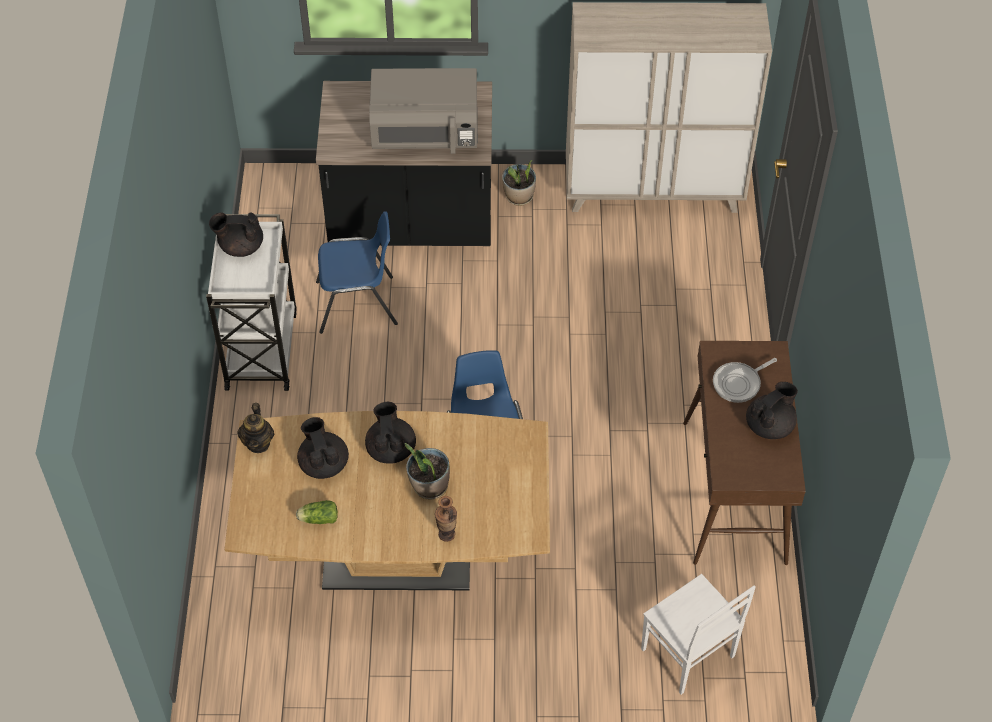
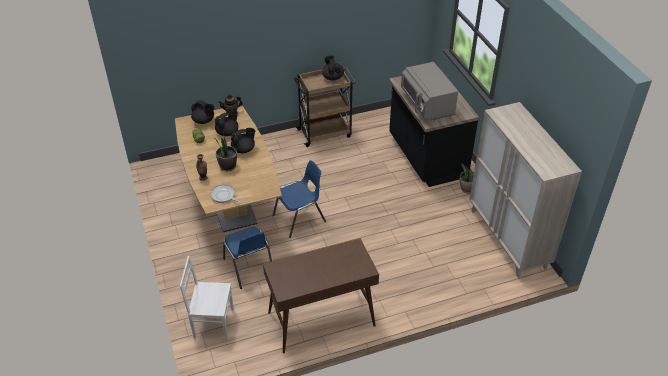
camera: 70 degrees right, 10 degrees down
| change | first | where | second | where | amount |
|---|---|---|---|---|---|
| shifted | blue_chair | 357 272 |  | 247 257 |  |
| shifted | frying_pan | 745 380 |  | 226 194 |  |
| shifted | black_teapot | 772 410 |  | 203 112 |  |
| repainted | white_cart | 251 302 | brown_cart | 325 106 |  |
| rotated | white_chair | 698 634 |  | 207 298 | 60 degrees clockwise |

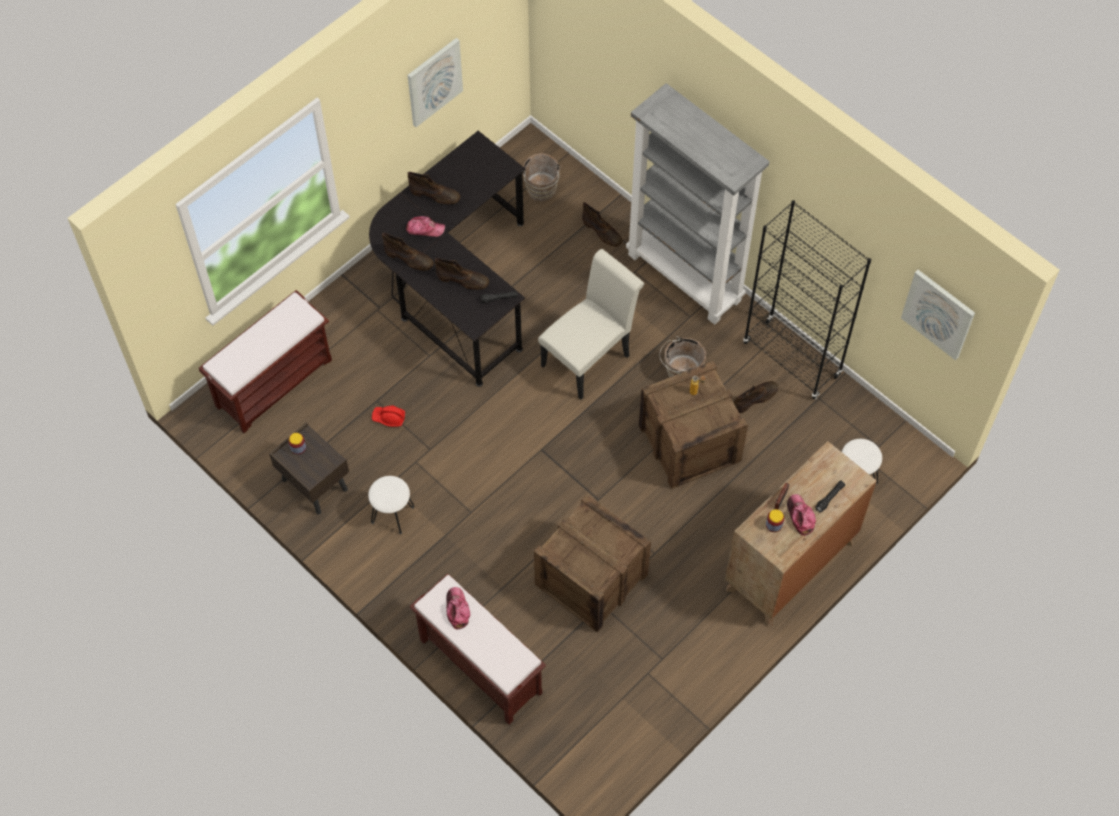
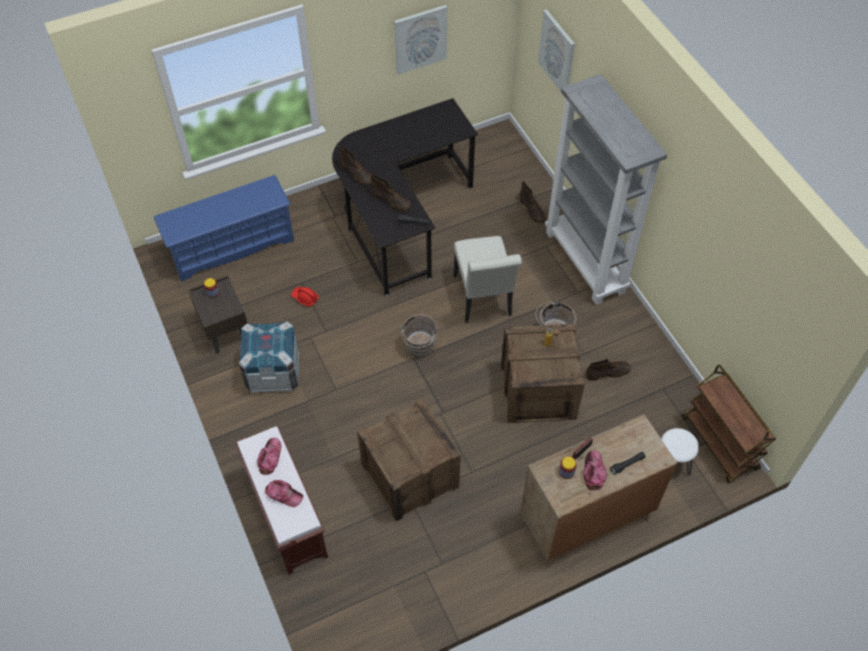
camera: 20 degrees right, 5 degrees down
| change | first | where | second | where | amount |
|---|---|---|---|---|---|
| gone | brown_boot | 434 188 |  |  |  |
| gone | black_bookcase | 807 300 |  |  |  |
| new |  |  | brown_cart | 729 424 |  |
| shifted | cap | 425 226 |  | 284 493 |  |
| shifted | brown_bucket | 542 177 |  | 419 336 |  |
| shifted | picture | 938 315 |  | 556 52 |  |
| swapped | brown_bench | 265 361 | blue_shoe_rack | 224 228 |  |
| swapped | white_stool | 391 505 | crate | 269 357 |  |
| rotated | white_chair | 591 324 |  | 487 279 | 105 degrees clockwise |

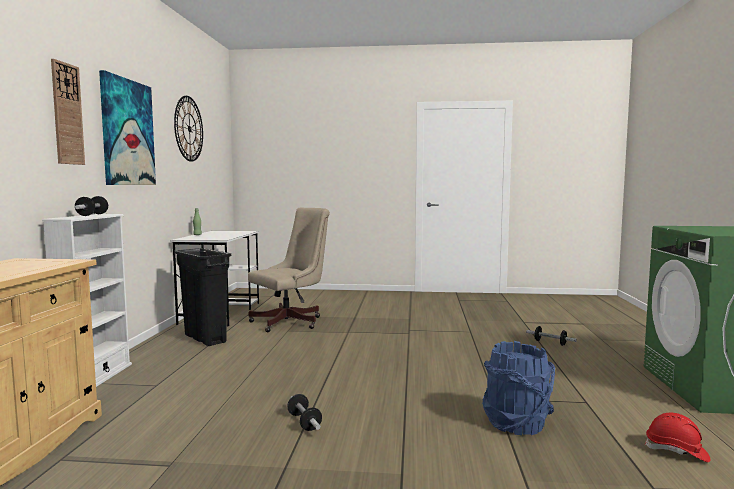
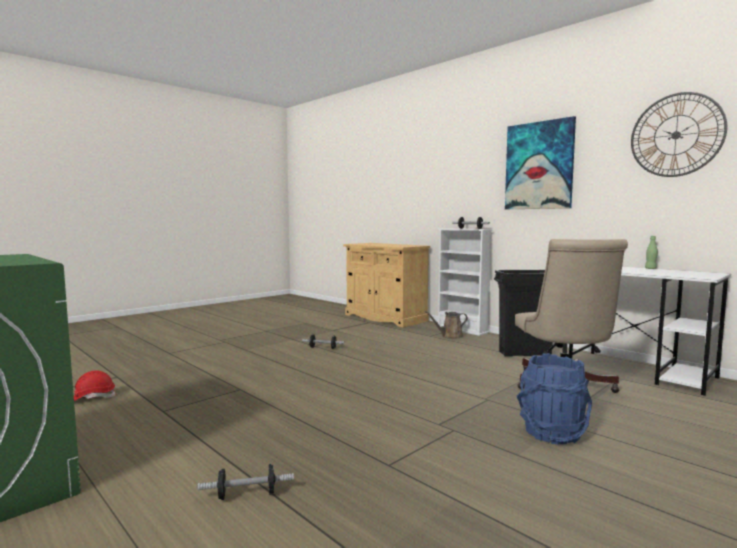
camera: 130 degrees right, 0 degrees up
| change | first | where | second | where | amount |
|---|---|---|---|---|---|
| gone | wall_clock | 68 112 |  |  |  |
| new |  |  | brown_watering_can | 446 324 |  |
| shifted | blue_bucket | 518 388 |  | 554 398 |  |

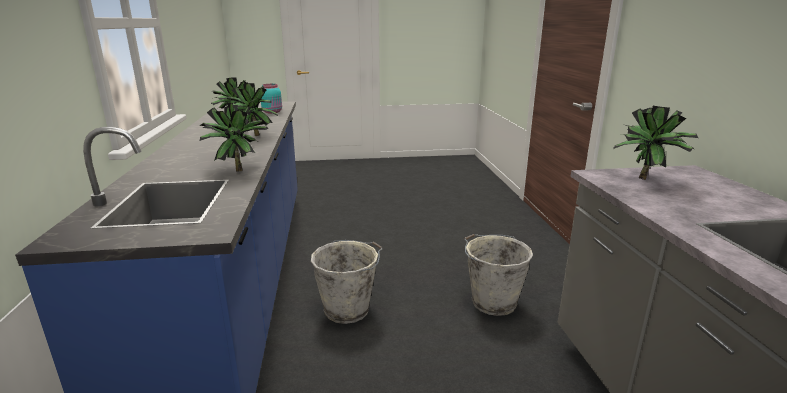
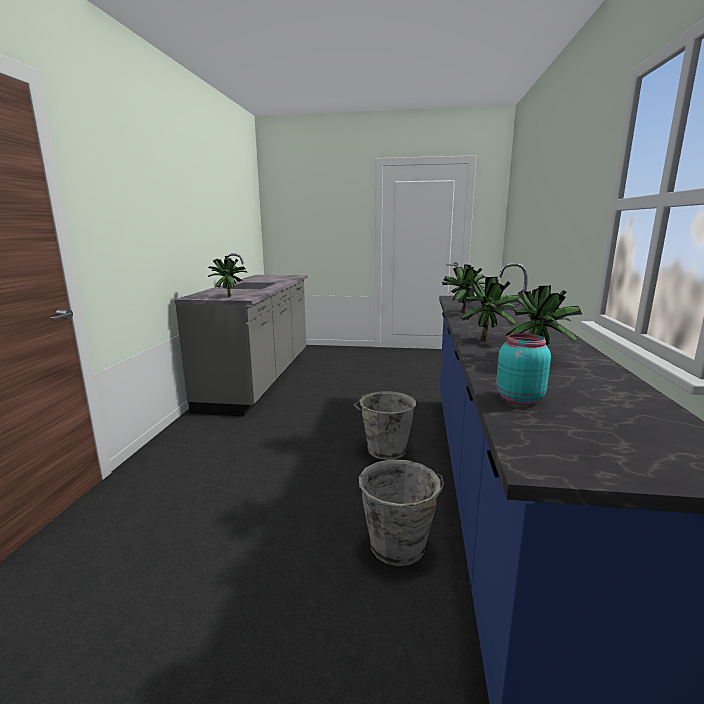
camera: 165 degrees left, 5 degrees down
| change | first | where | second | where | amount |
|---|---|---|---|---|---|
| shifted | grey_bucket | 498 275 |  | 401 512 |  |

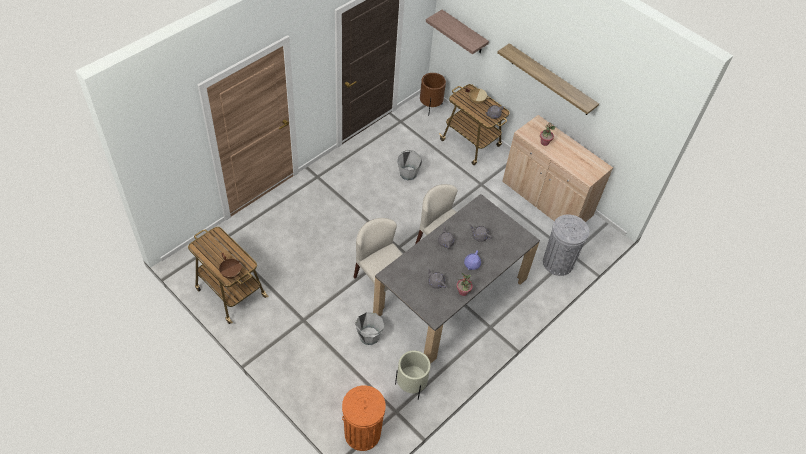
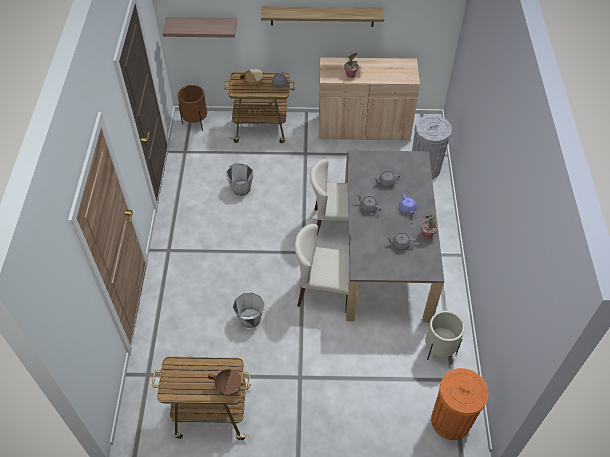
camera: 40 degrees left, 0 degrees up
| change | first | where | second | where | amount |
|---|---|---|---|---|---|
| shifted | grey_bucket | 370 328 |  | 249 310 |  |

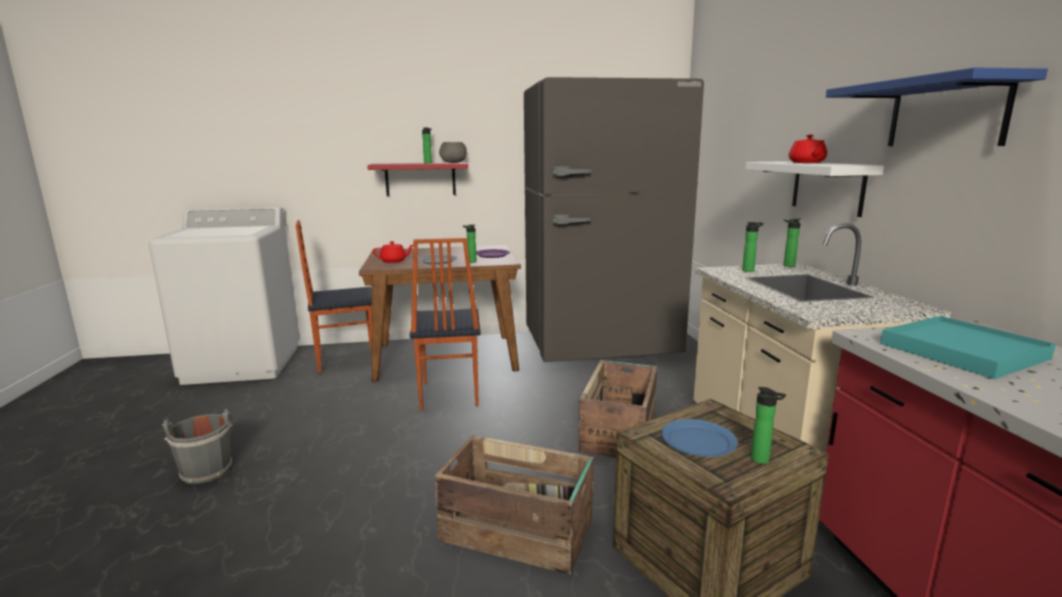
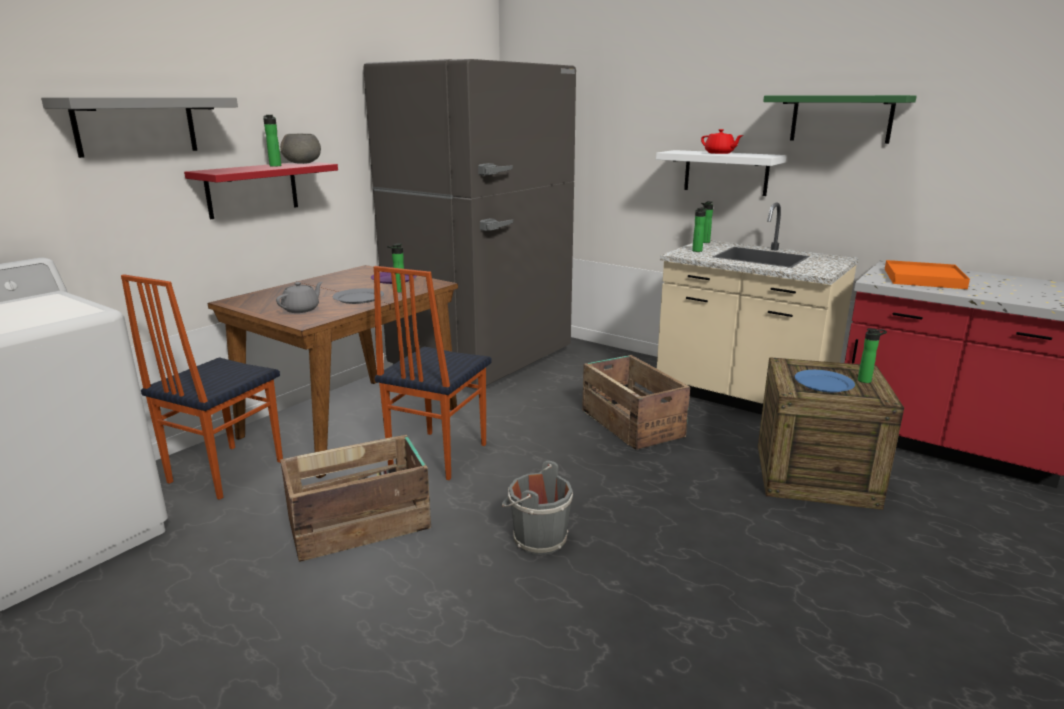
camera: 45 degrees left, 5 degrees up
| change | first | where | second | where | amount |
|---|---|---|---|---|---|
| new |  |  | grey_shelf | 139 127 |  |
| shifted | grey_bucket | 197 446 |  | 537 508 |  |
| shifted | crate | 514 505 |  | 355 498 |  |
| repainted | red_teapot | 393 252 | grey_teapot | 299 297 |  |
| repainted | blue_shelf | 937 107 | green_shelf | 840 119 |  |
| repainted | turquoise_tray | 968 347 | orange_tray | 927 274 |  |
| rotated | chair | 445 324 |  | 432 373 | 75 degrees clockwise |

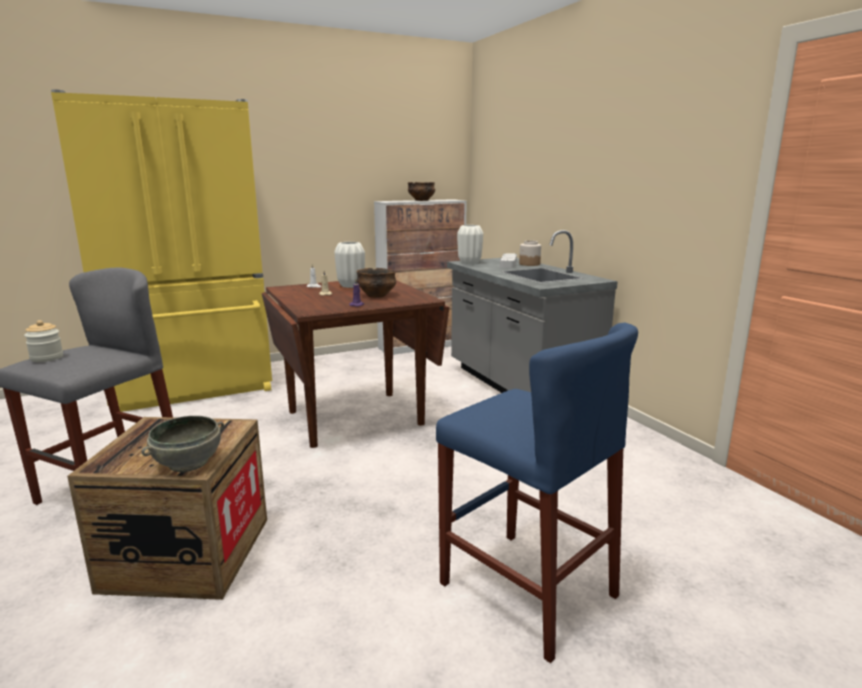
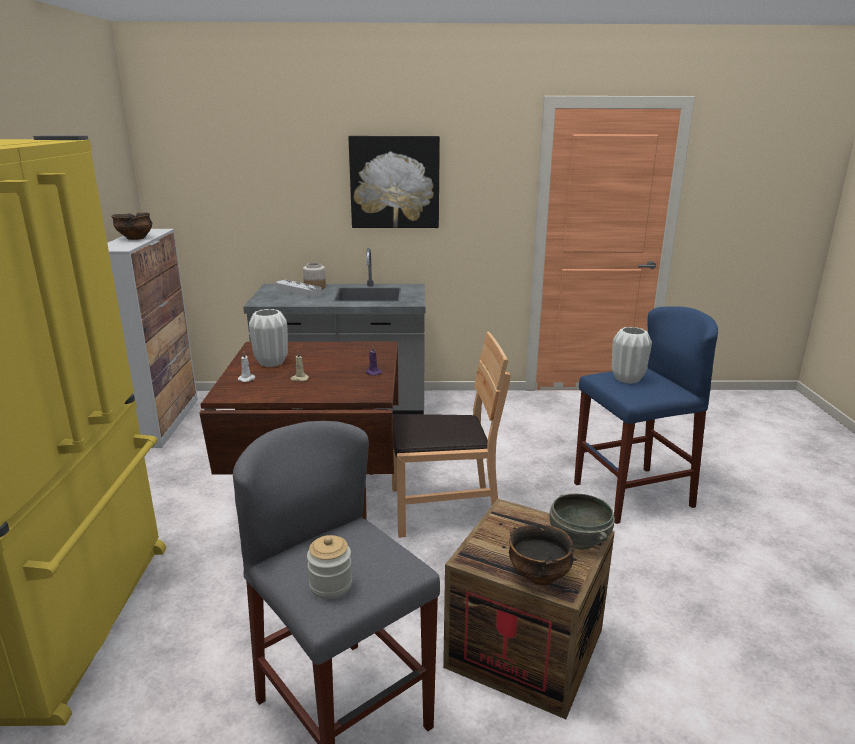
camera: 65 degrees left, 5 degrees up
| change | first | where | second | where | amount |
|---|---|---|---|---|---|
| new |  |  | picture | 394 182 |  |
| new |  |  | brown_chair | 451 435 |  |
| shifted | bowl | 376 283 |  | 541 554 |  |
| shifted | white_vase | 470 244 |  | 632 355 |  |

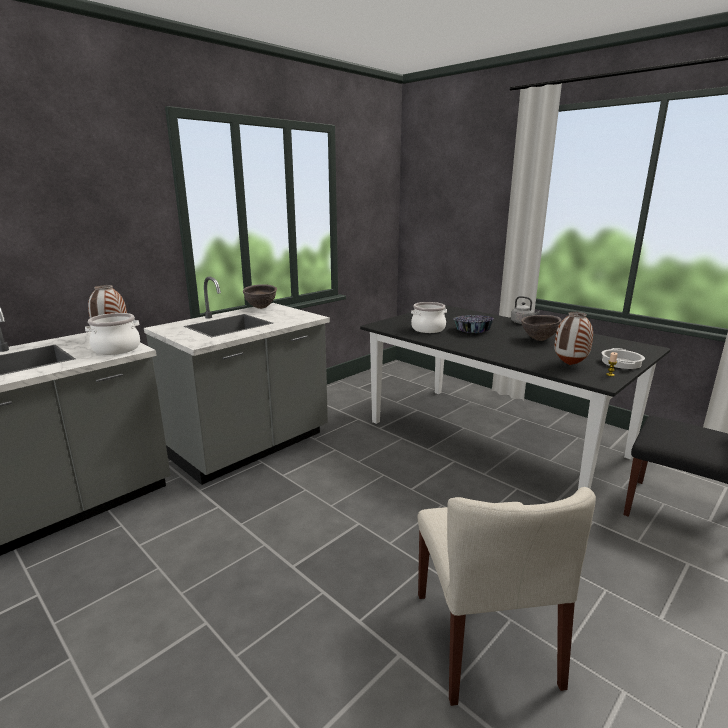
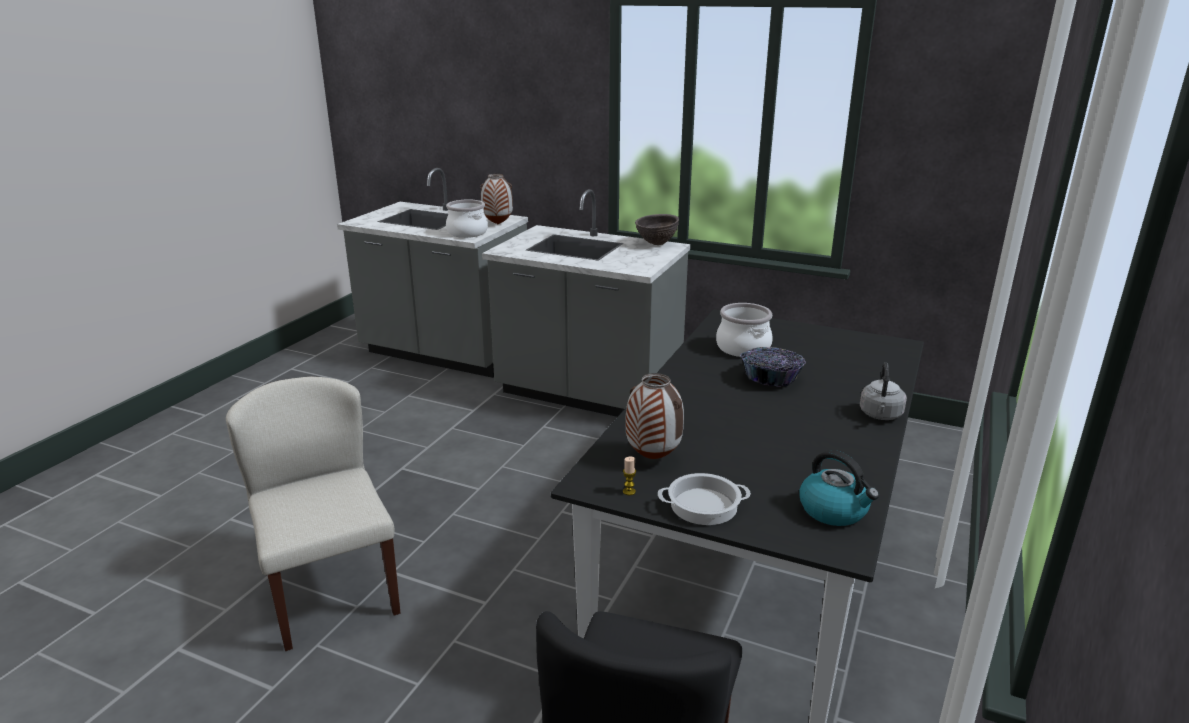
camera: 70 degrees right, 5 degrees up
| change | first | where | second | where | amount |
|---|---|---|---|---|---|
| gone | brown_bowl | 541 328 |  |  |  |
| new |  |  | kettle | 839 488 |  |
| rotated | beige_chair | 507 596 |  | 313 513 | 90 degrees clockwise |

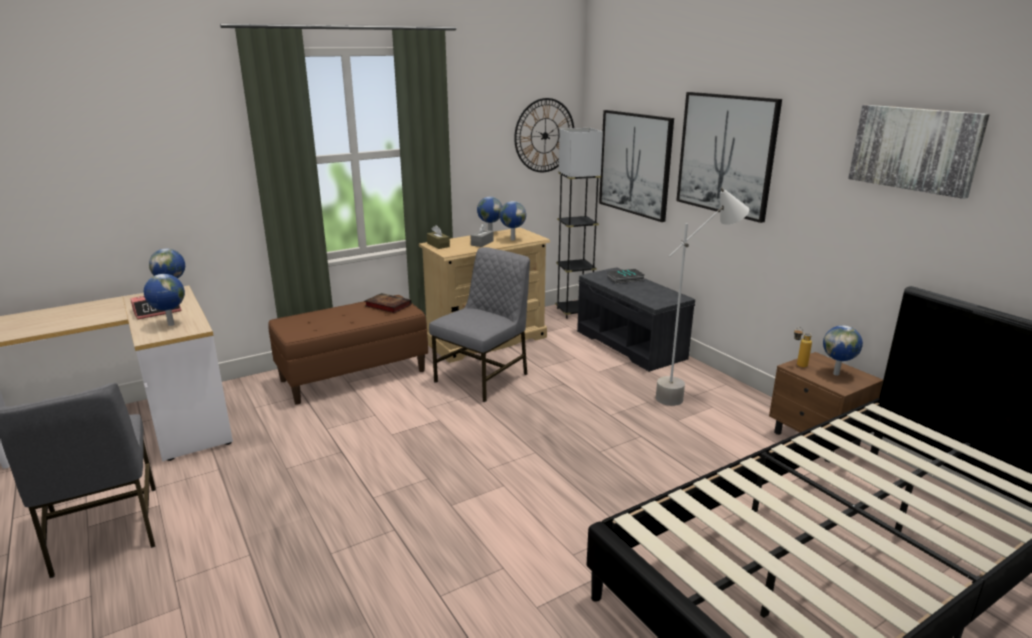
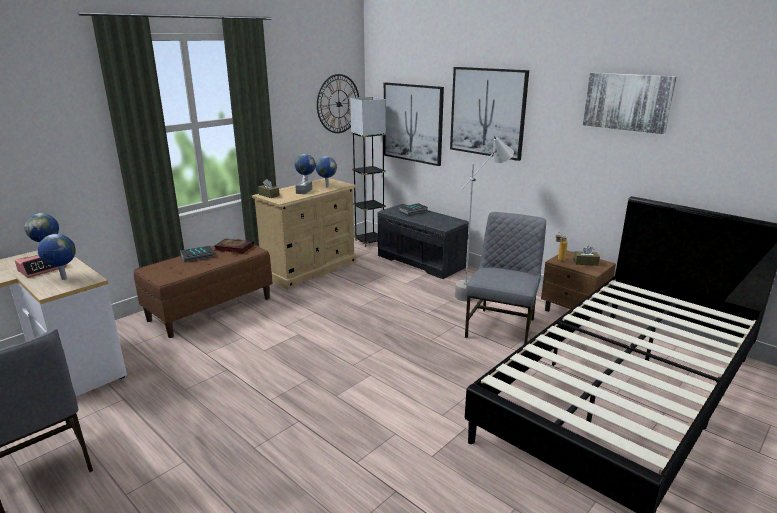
camera: 15 degrees left, 0 degrees up
| change | first | where | second | where | amount |
|---|---|---|---|---|---|
| new |  |  | book | 197 253 |  |
| shifted | grey_chair | 479 324 |  | 505 278 |  |
| swapped | globe | 843 350 | brown_tissue_box | 587 256 |  |

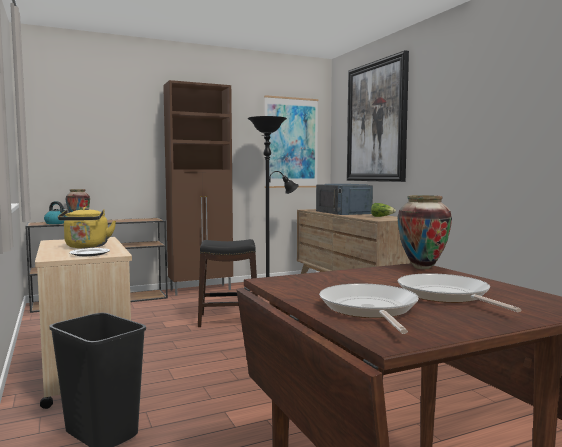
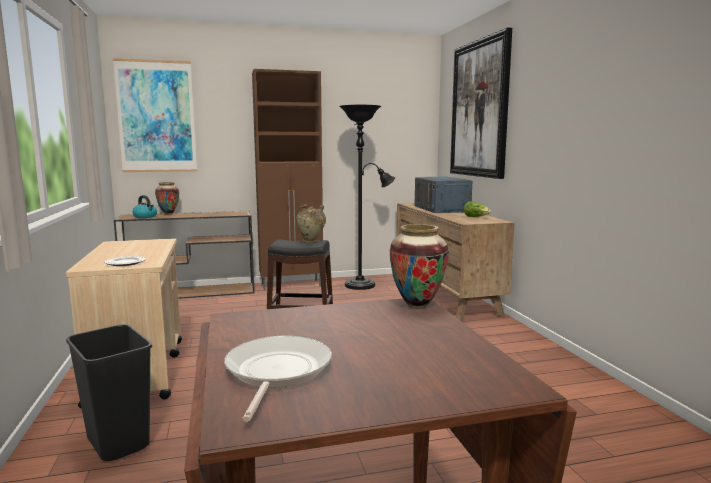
camera: 10 degrees right, 5 degrees up
| change | first | where | second | where | amount |
|---|---|---|---|---|---|
| gone | yellow_kettle | 87 227 |  |  |  |
| gone | frying_pan | 459 292 |  |  |  |
| new |  |  | beige_vase | 311 223 |  |
| shifted | picture | 291 141 |  | 155 115 |  |

